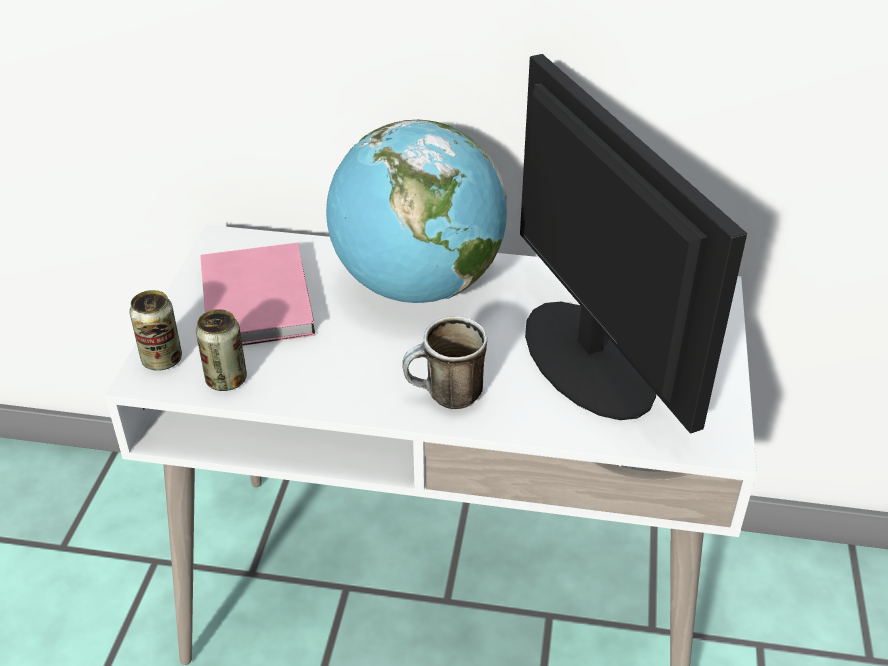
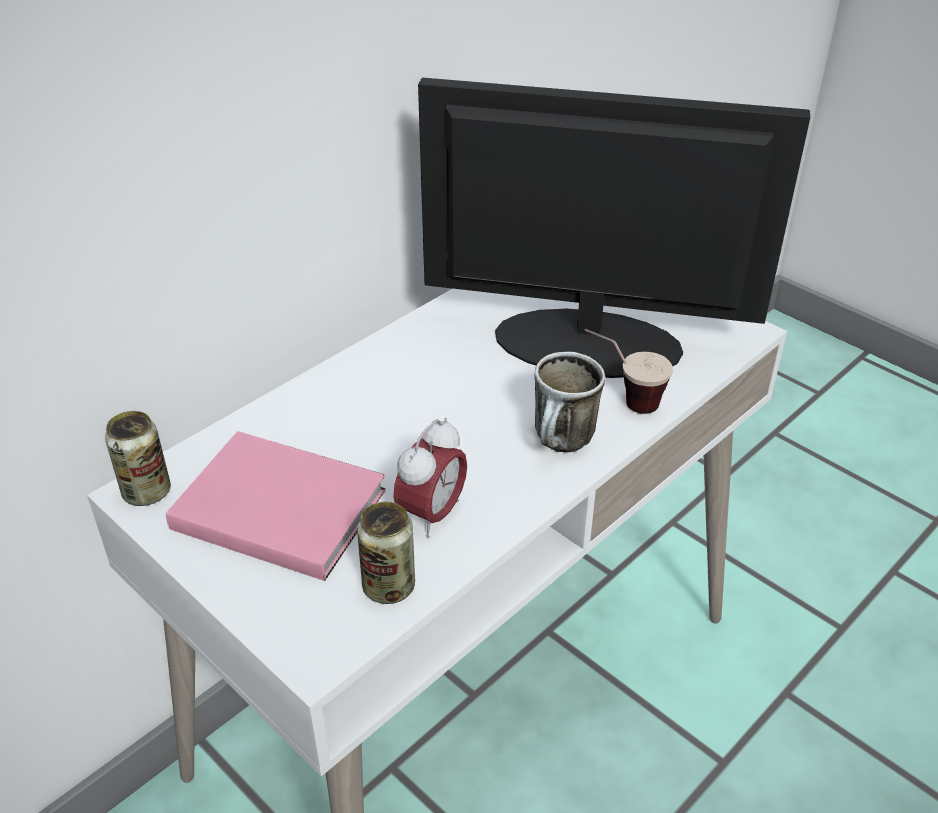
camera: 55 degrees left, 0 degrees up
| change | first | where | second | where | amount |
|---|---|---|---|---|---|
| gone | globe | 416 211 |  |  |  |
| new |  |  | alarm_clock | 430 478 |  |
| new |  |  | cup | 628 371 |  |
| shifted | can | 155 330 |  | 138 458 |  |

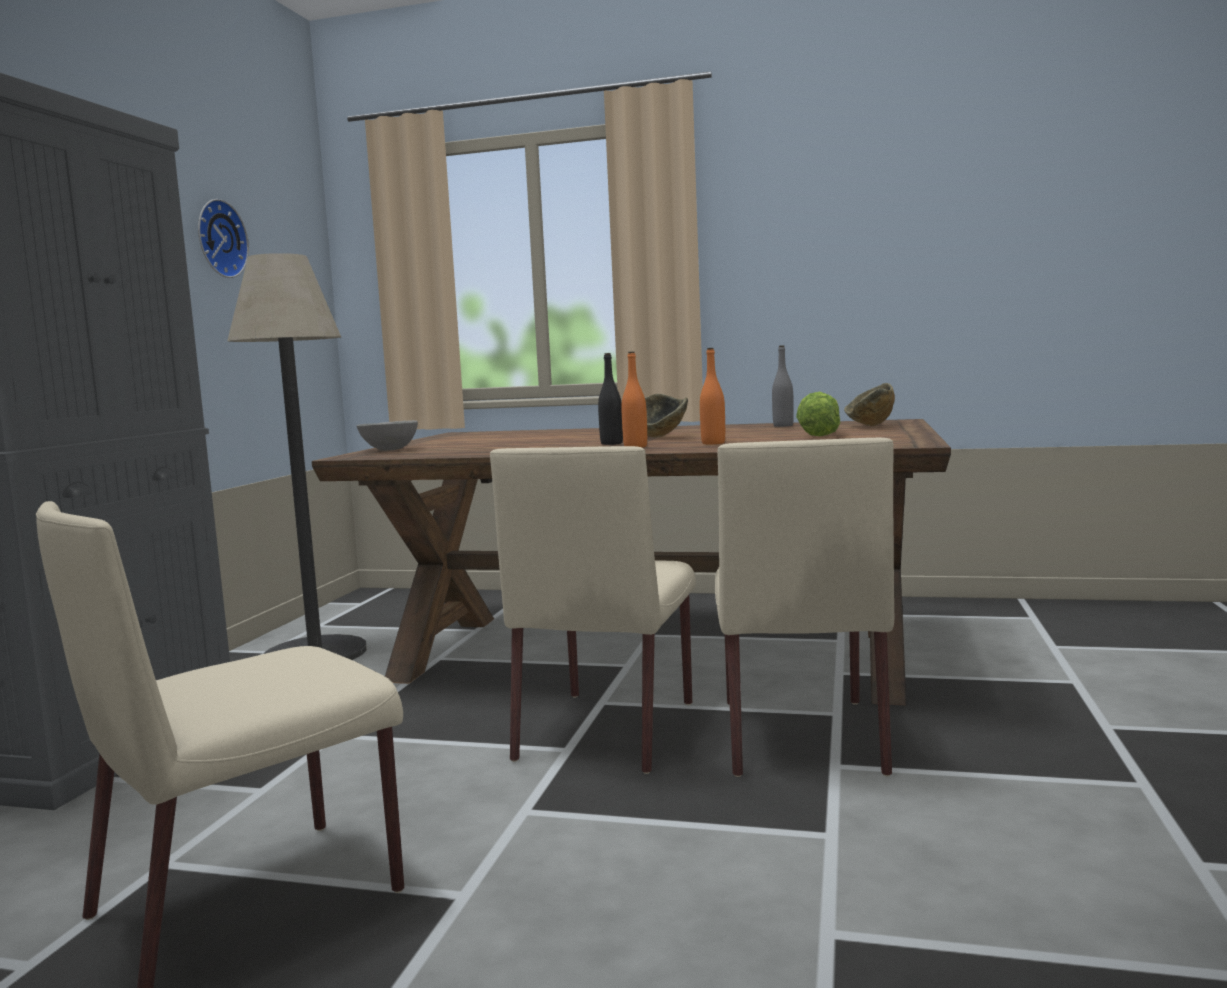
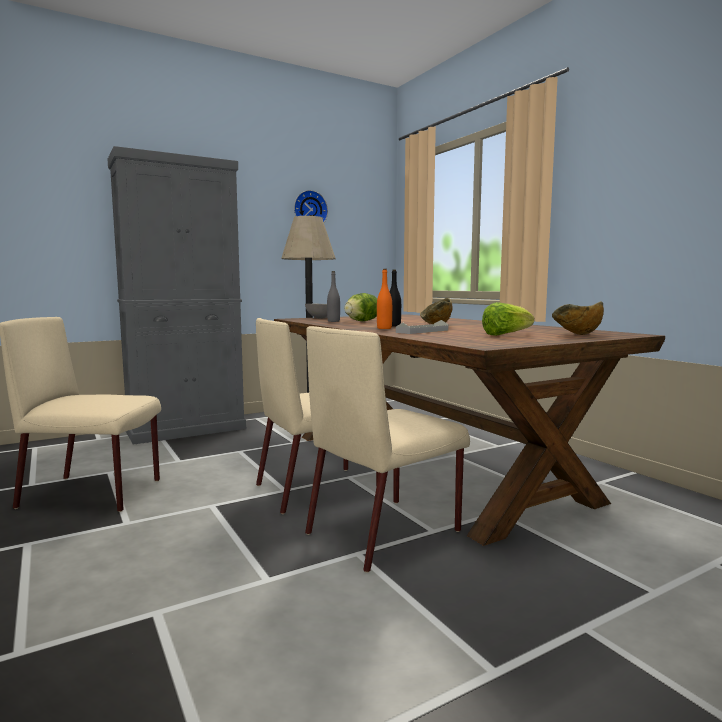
camera: 45 degrees right, 0 degrees up
| change | first | where | second | where | amount |
|---|---|---|---|---|---|
| new |  |  | lettuce | 360 307 |  |
| shifted | grey_bottle | 783 386 |  | 333 296 |  |
| swapped | orange_bottle | 712 396 | grey_tray | 422 327 |  |

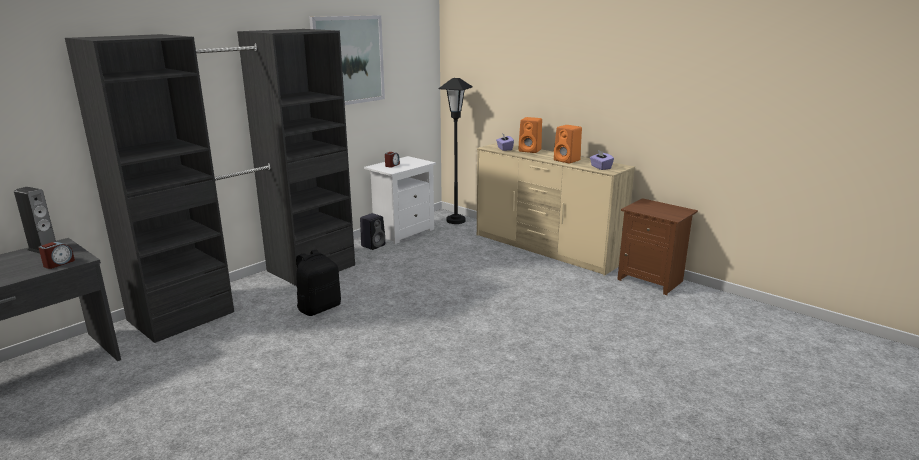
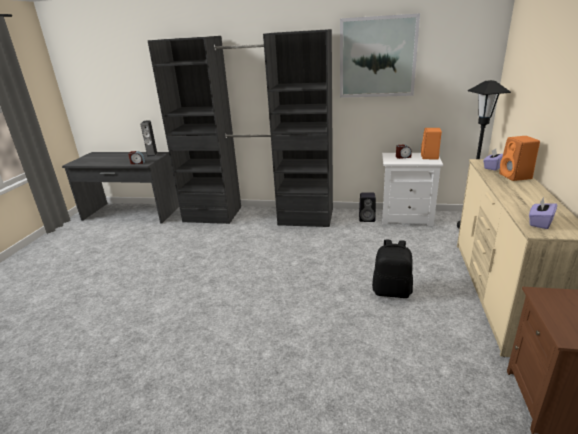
camera: 60 degrees right, 5 degrees up
| change | first | where | second | where | amount |
|---|---|---|---|---|---|
| shifted | black_backpack | 318 283 |  | 392 268 |  |
| shifted | orange_speaker | 568 144 |  | 431 143 |  |

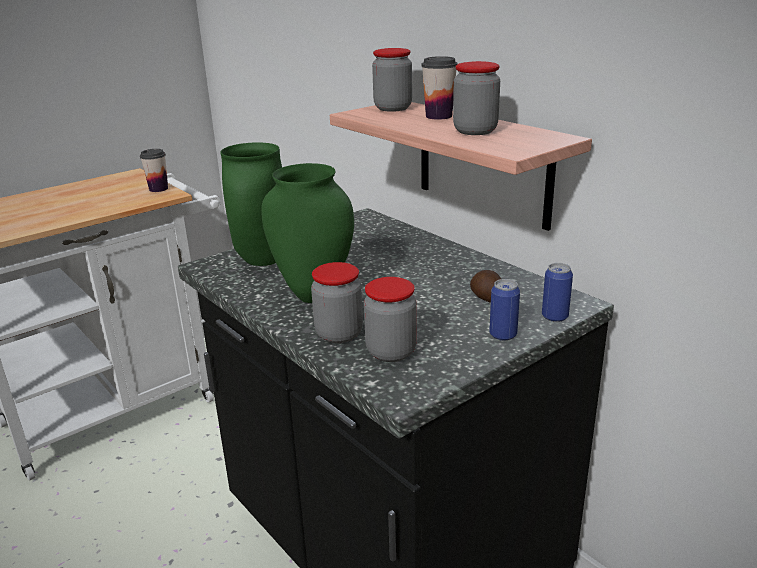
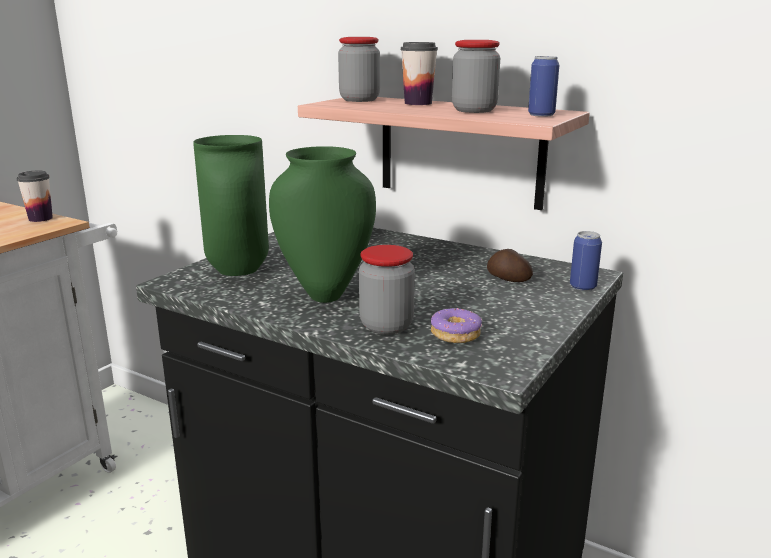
camera: 20 degrees left, 5 degrees down
| change | first | where | second | where | amount |
|---|---|---|---|---|---|
| shifted | can | 504 310 |  | 543 86 |  |
| swapped | jar | 390 319 | donut | 456 325 |  |

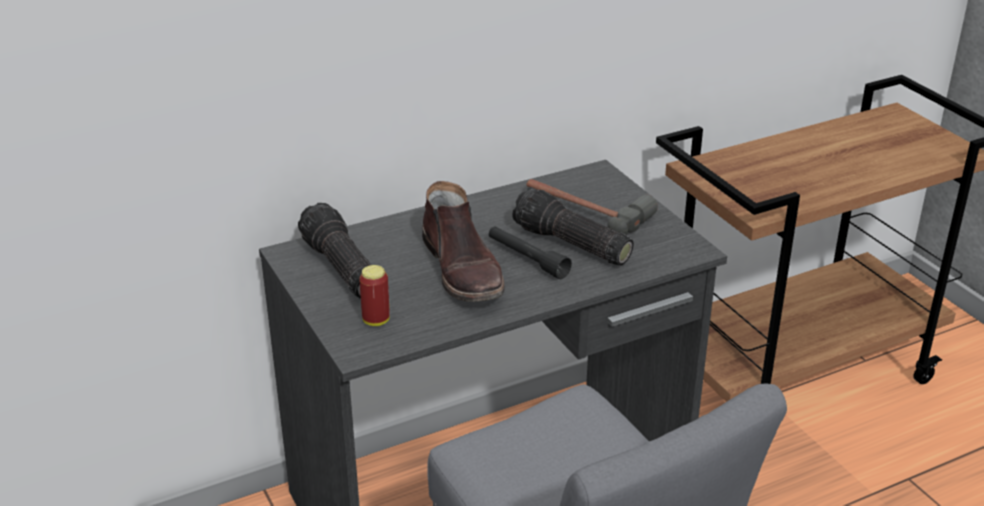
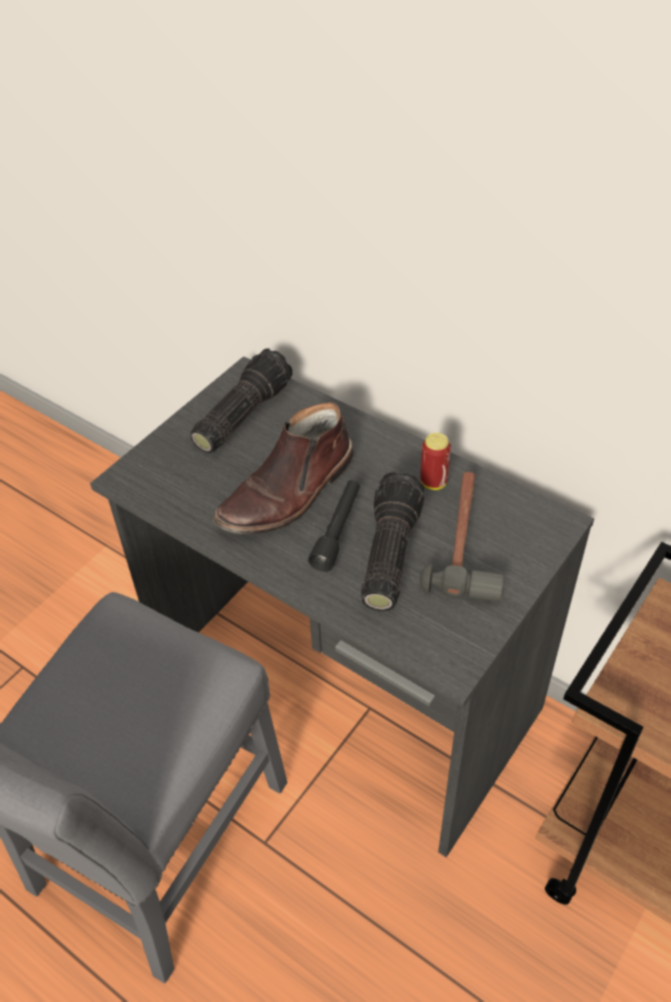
camera: 65 degrees right, 15 degrees up
| change | first | where | second | where | amount |
|---|---|---|---|---|---|
| shifted | can | 374 295 |  | 436 461 |  |

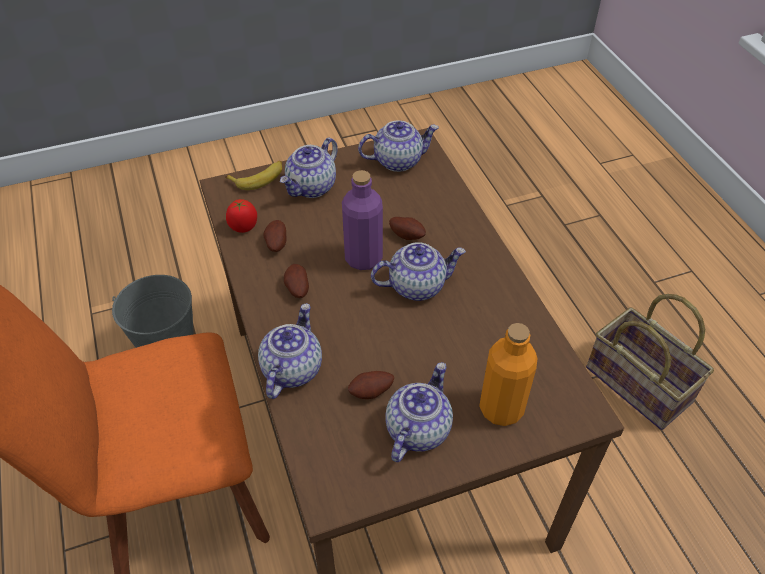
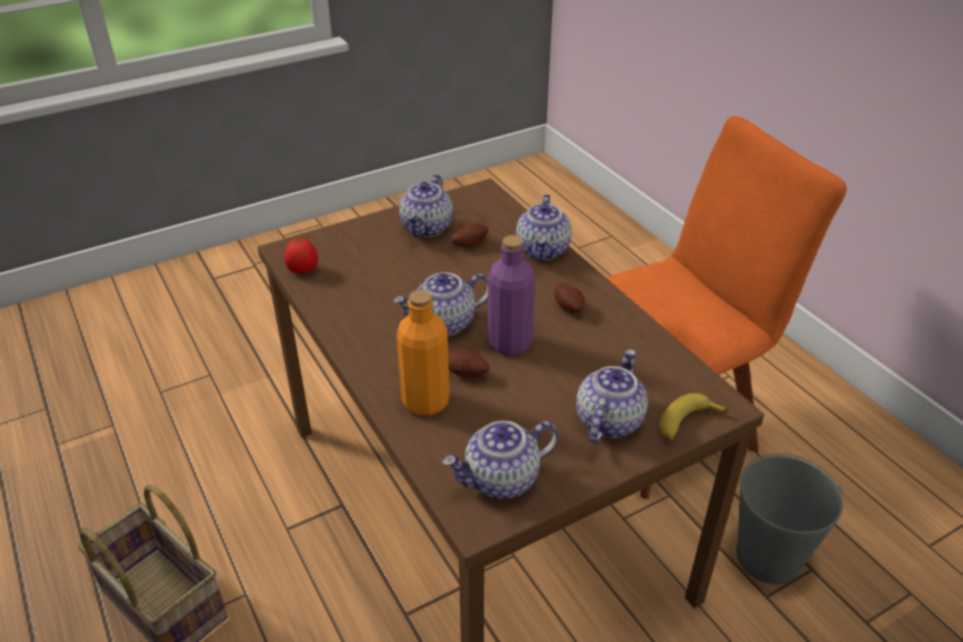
camera: 170 degrees right, 10 degrees down
| change | first | where | second | where | amount |
|---|---|---|---|---|---|
| gone | potato | 275 236 |  |  |  |
| shifted | tomato | 241 216 |  | 301 255 |  |
| shifted | orange_bottle | 508 374 |  | 423 353 |  |

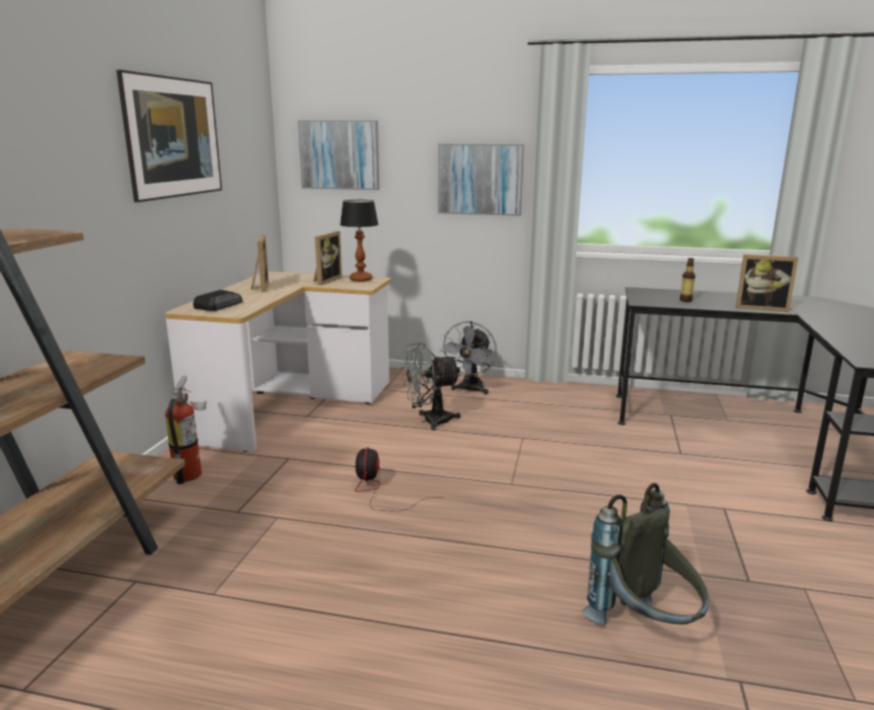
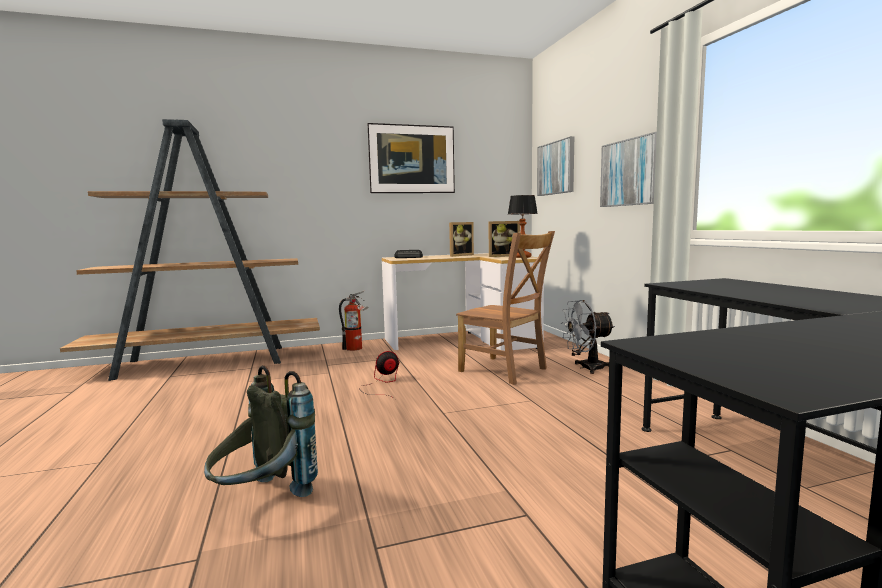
camera: 60 degrees right, 10 degrees down
| change | first | where | second | where | amount |
|---|---|---|---|---|---|
| gone | bottle | 687 280 |  |  |  |
| gone | picture_frame | 767 283 |  |  |  |
| swapped | grey_fan | 431 387 | brown_chair | 505 308 |  |

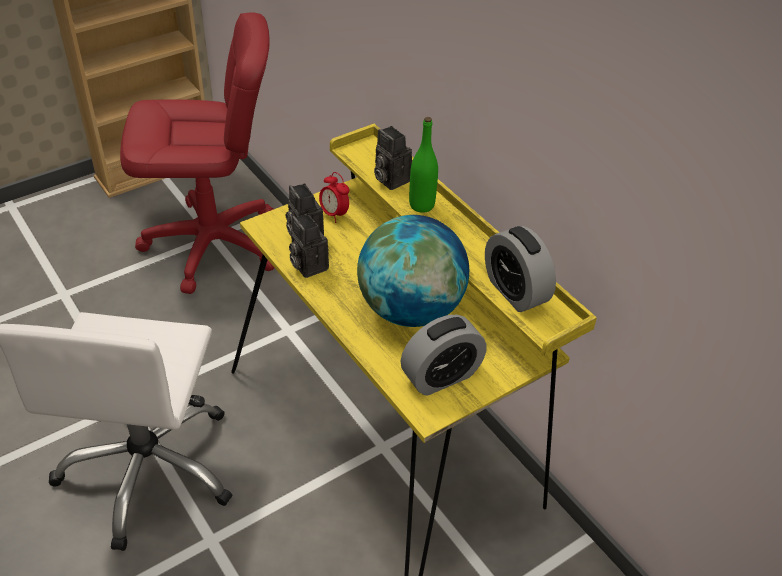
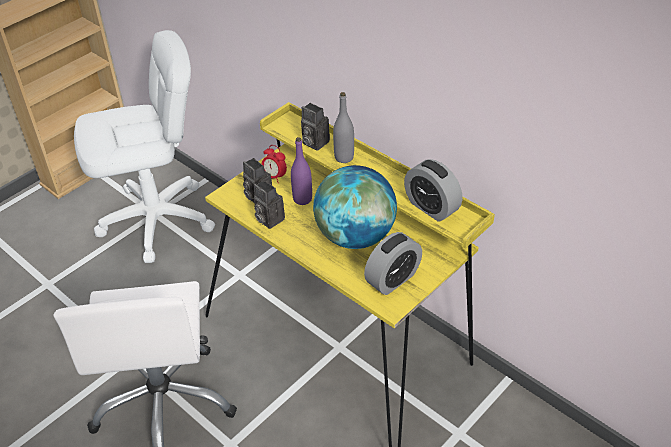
camera: 10 degrees left, 0 degrees up
| change | first | where | second | where | amount |
|---|---|---|---|---|---|
| new |  |  | purple_bottle | 301 171 |  |
| repainted | red_office_chair | 197 153 | white_office_chair | 144 146 |  |
| repainted | green_bottle | 423 165 | grey_bottle | 343 127 |  |

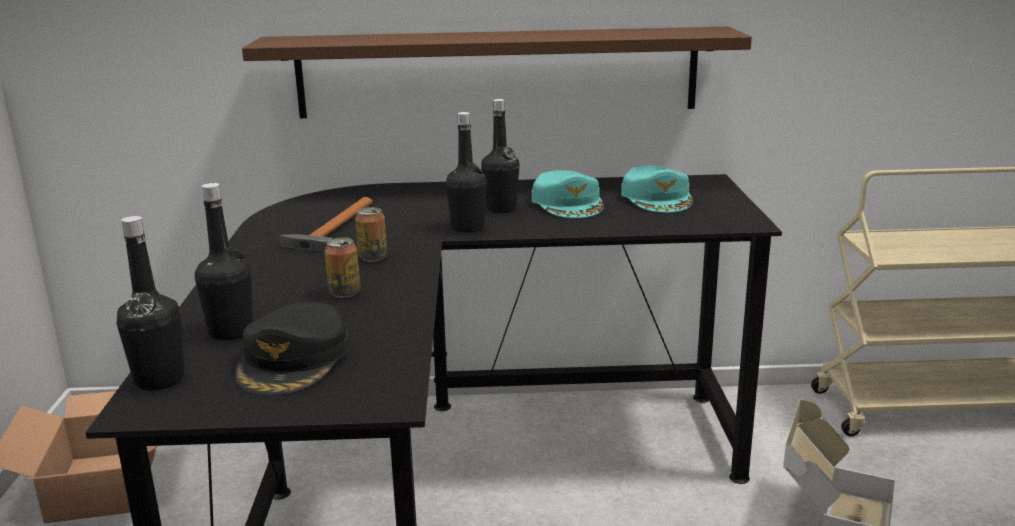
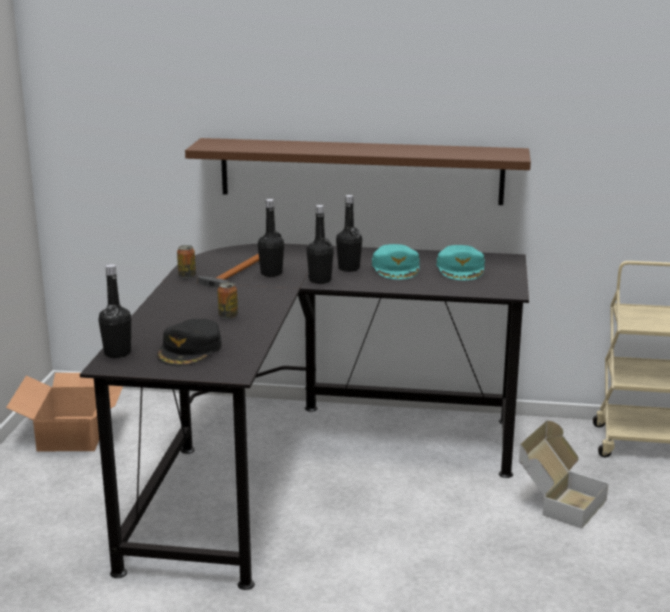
camera: 10 degrees right, 0 degrees up
| change | first | where | second | where | amount |
|---|---|---|---|---|---|
| shifted | black_bottle | 224 261 |  | 271 238 |  |
| shifted | can | 371 234 |  | 186 261 |  |

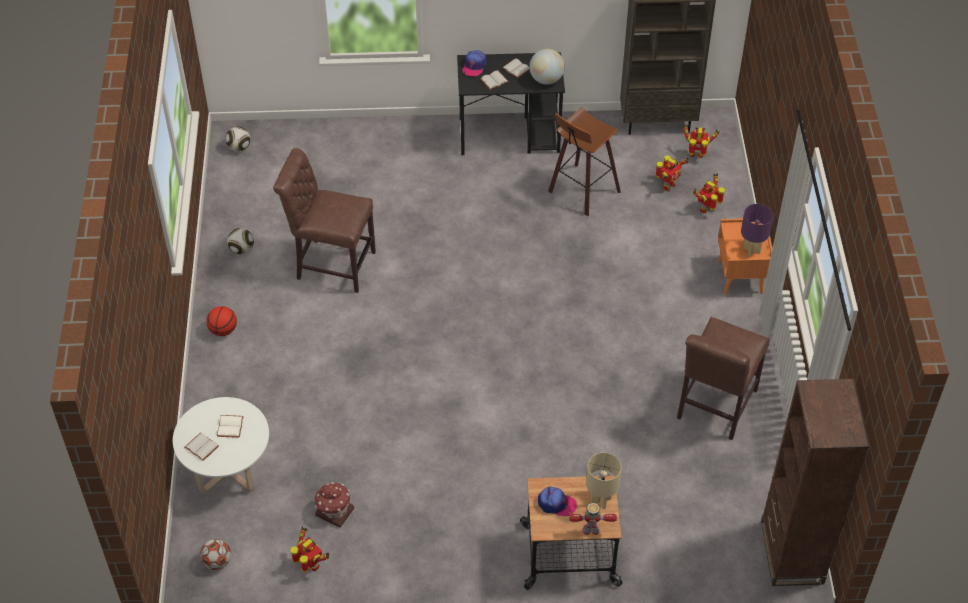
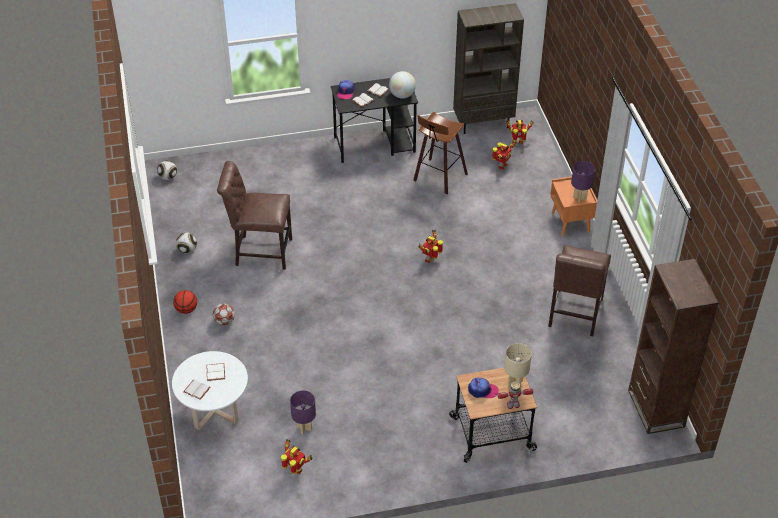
camera: 10 degrees left, 5 degrees down
| change | first | where | second | where | amount |
|---|---|---|---|---|---|
| shifted | football | 215 554 |  | 224 314 |  |
| shifted | toy_robot | 709 193 |  | 430 246 |  |
| swapped | toy_house | 334 504 | purple_table_lamp | 303 412 |  |

